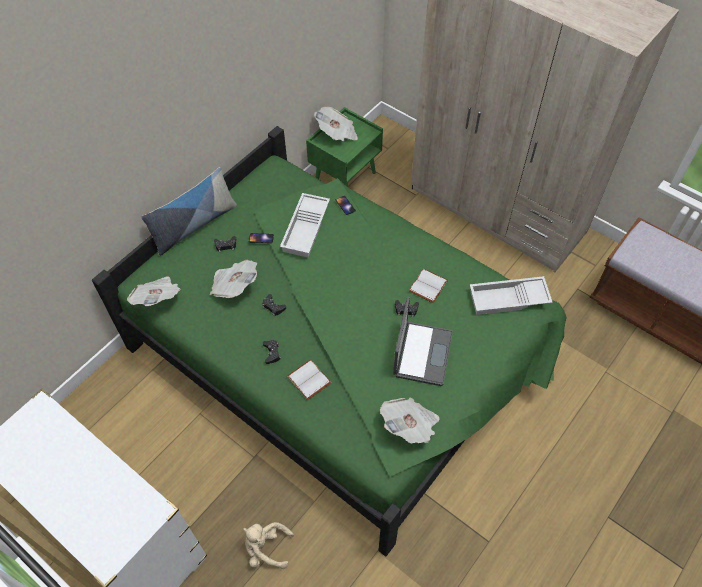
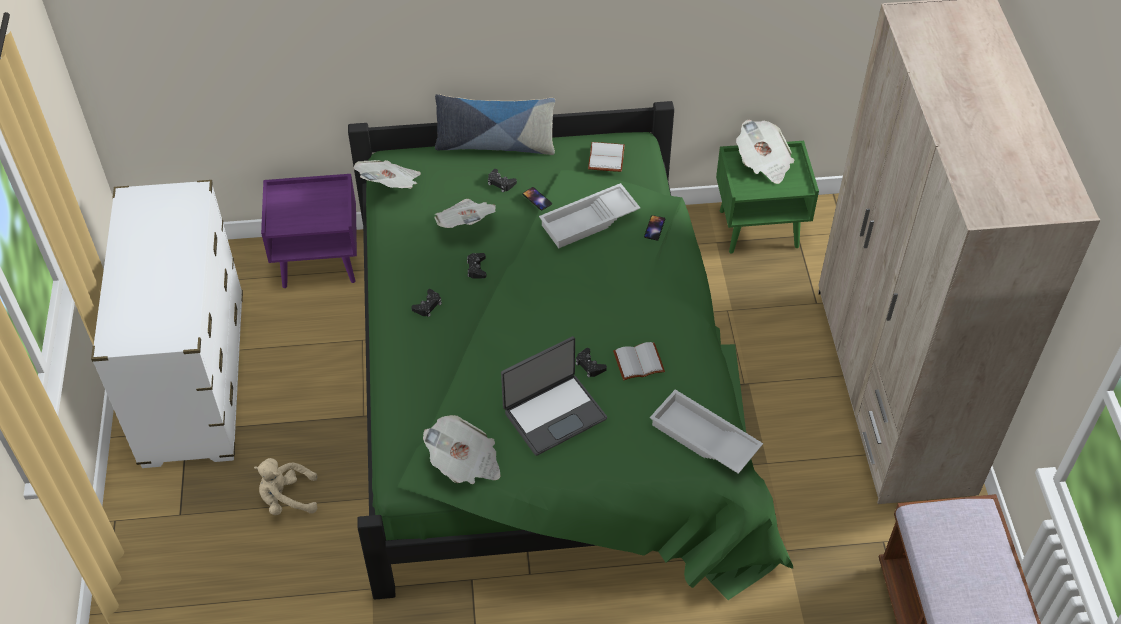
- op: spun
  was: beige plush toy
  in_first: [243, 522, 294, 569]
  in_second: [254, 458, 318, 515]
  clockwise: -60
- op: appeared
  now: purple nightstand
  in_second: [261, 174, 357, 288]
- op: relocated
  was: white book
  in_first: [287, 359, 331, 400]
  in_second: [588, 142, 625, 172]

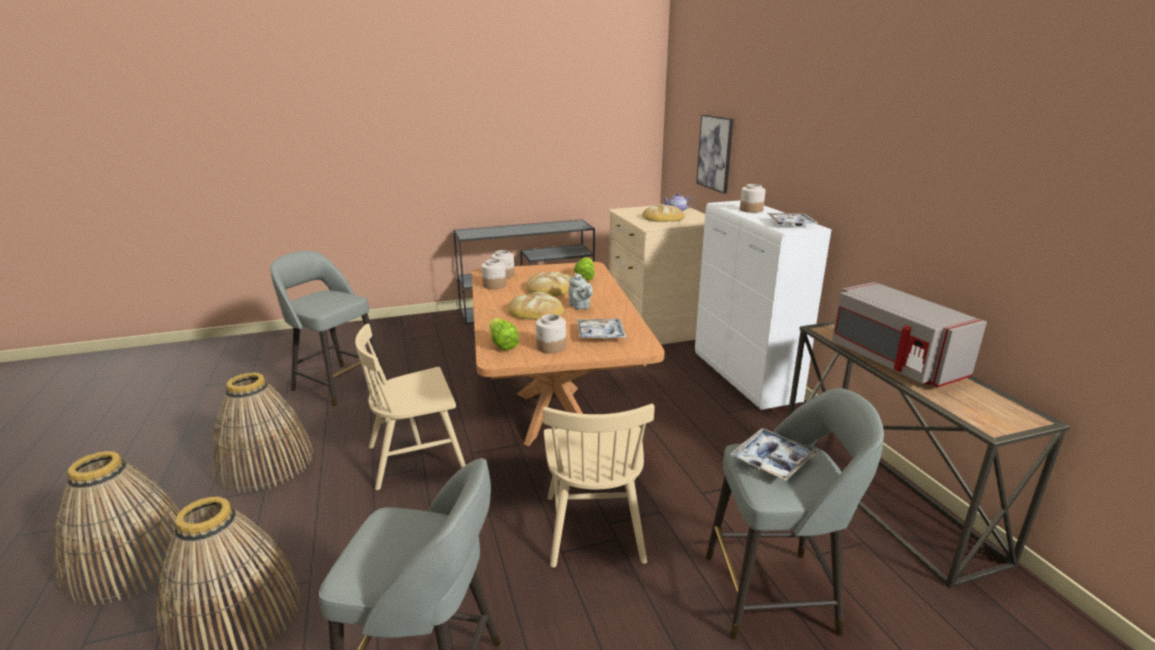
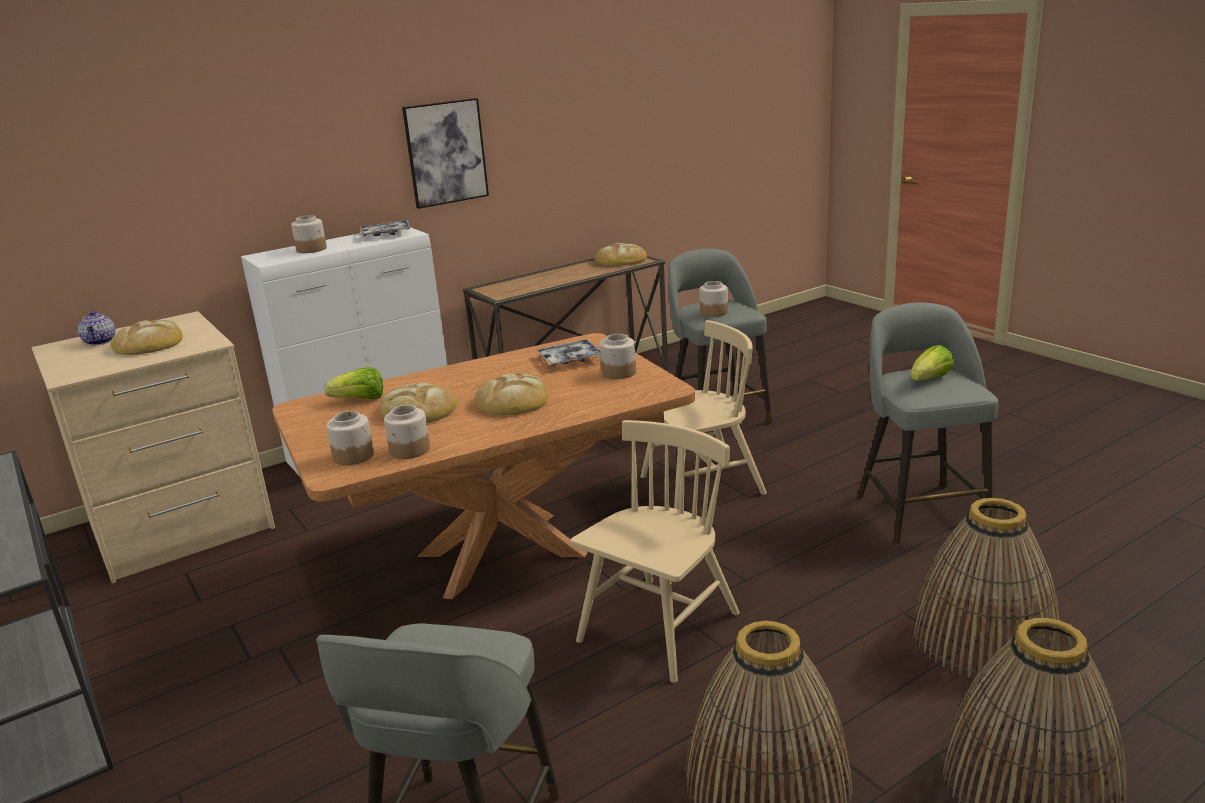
- op: relocated
  was: picture
  in_first: [696, 115, 734, 194]
  in_second: [402, 98, 489, 209]
- op: spun
  was: beige chair
  in_first: [355, 324, 466, 490]
  in_second: [570, 420, 739, 683]
  clockwise: -105
- op: appeared
  now: bread
  in_second: [594, 243, 647, 266]
- op: exchanged
  was: tray
  now: jar
  in_first: [730, 428, 818, 480]
  in_second: [700, 281, 728, 317]
- op: relocated
  was: lettuce
  in_first: [489, 318, 519, 350]
  in_second: [910, 345, 954, 381]
- op: missing
  was: grey teapot
  in_first: [568, 273, 593, 309]
- op: missing
  was: grey microwave
  in_first: [832, 282, 987, 387]

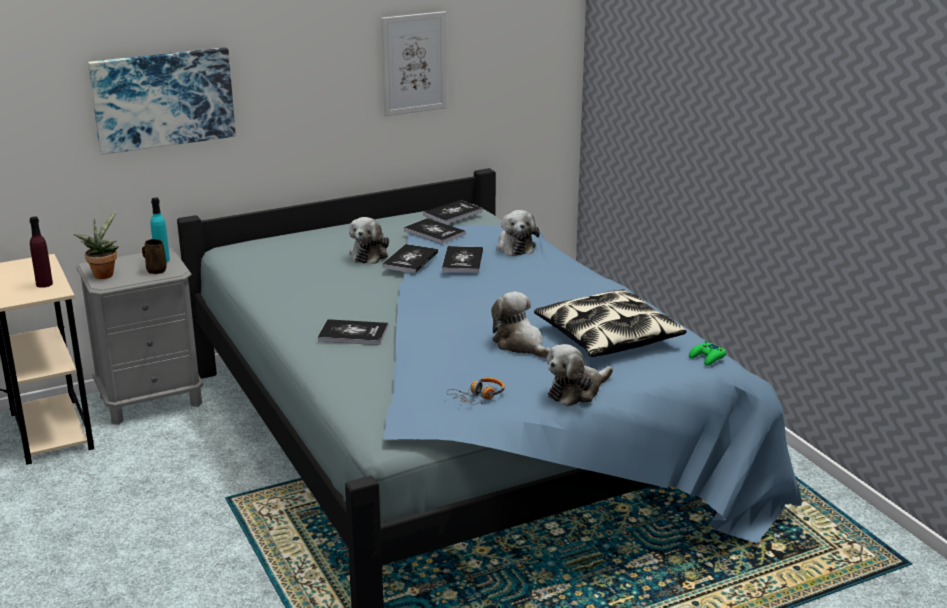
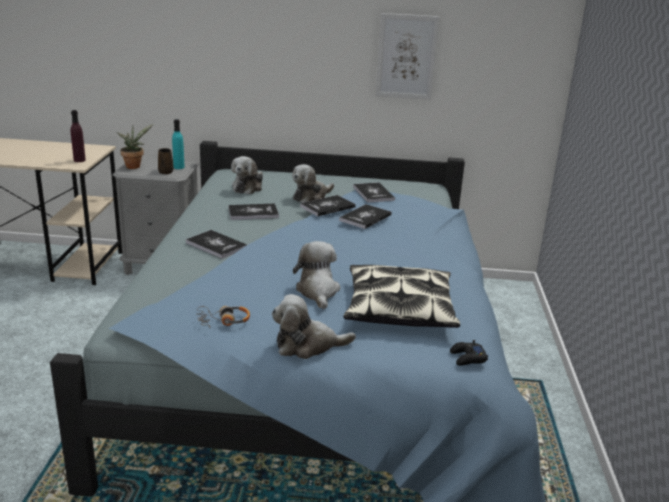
- op: relocated
  was: book
  in_first: [423, 200, 483, 224]
  in_second: [228, 204, 279, 220]
- op: relocated
  was: plush toy
  in_first: [496, 210, 540, 256]
  in_second: [231, 156, 263, 194]
- op: colour
  was: green game controller
  now: black game controller
  in_first: [689, 340, 726, 366]
  in_second: [450, 340, 488, 366]
- op: missing
  was: picture
  in_first: [88, 47, 236, 154]

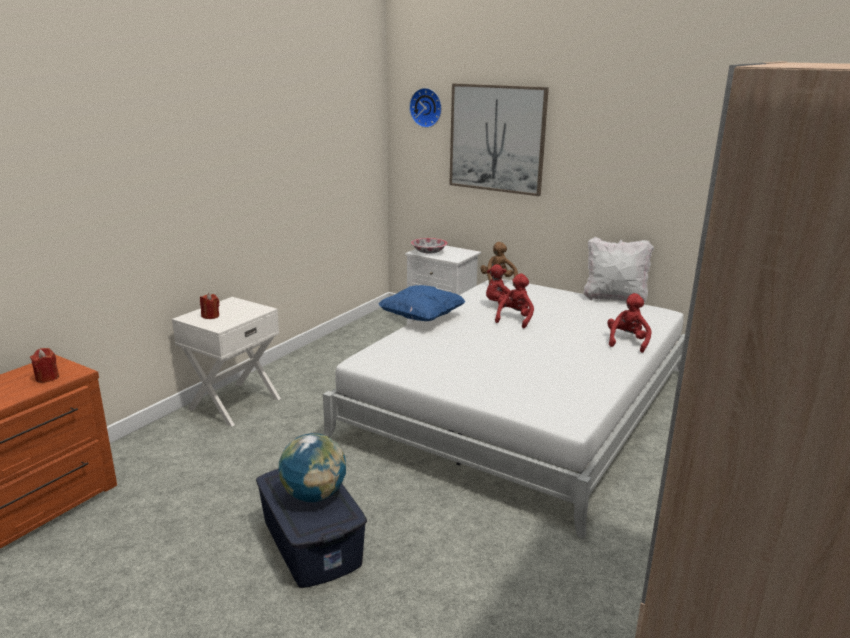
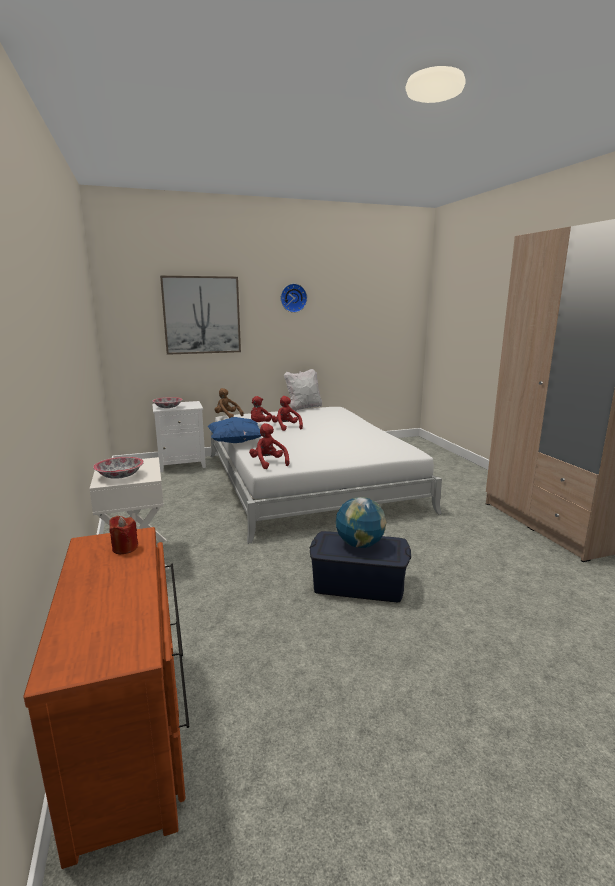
- op: exchanged
  was: red candle
  now: bowl
  in_first: [200, 293, 219, 319]
  in_second: [93, 457, 144, 479]
- op: relocated
  was: red plush toy
  in_first: [607, 293, 651, 353]
  in_second: [249, 423, 289, 469]
- op: relocated
  was: wall clock
  in_first: [409, 88, 442, 128]
  in_second: [281, 283, 307, 313]

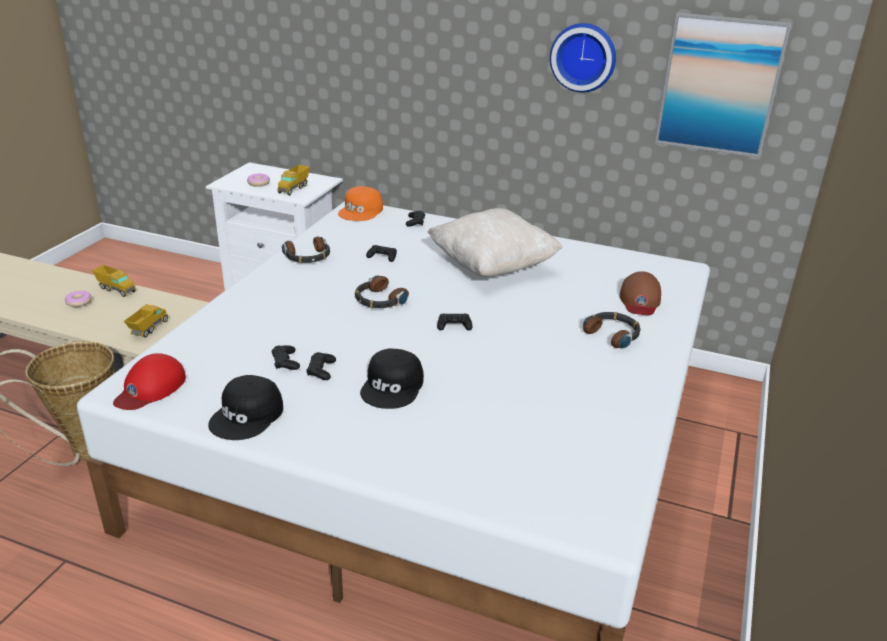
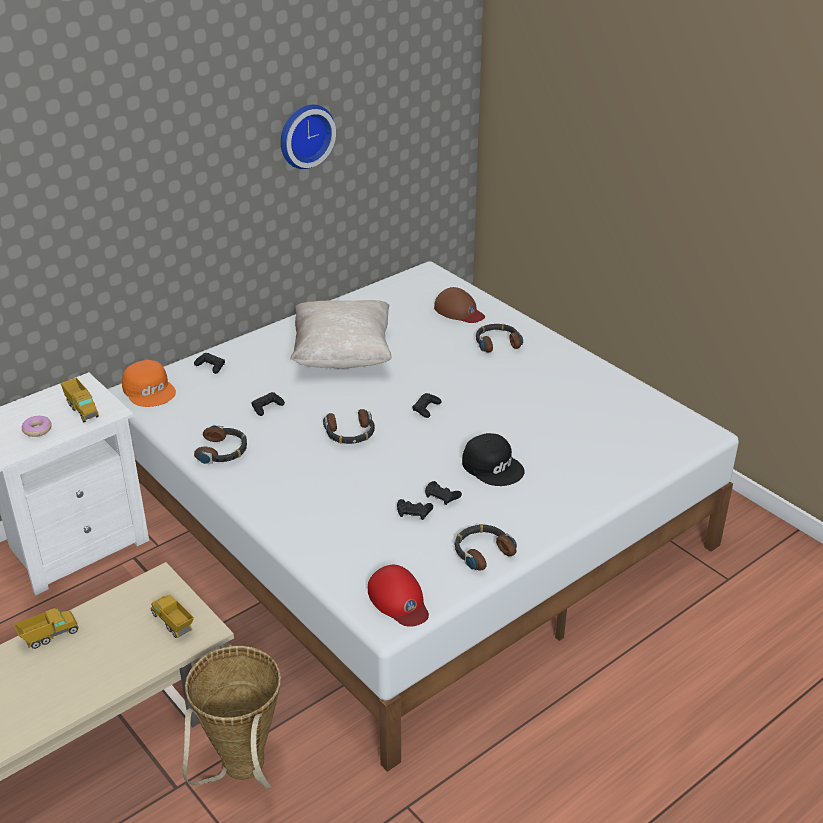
- op: exchanged
  was: black cap
  now: headphones
  in_first: [208, 375, 283, 440]
  in_second: [455, 524, 517, 571]
- op: missing
  was: donut
  in_first: [65, 291, 92, 307]
- op: missing
  was: picture
  in_first: [655, 13, 791, 158]

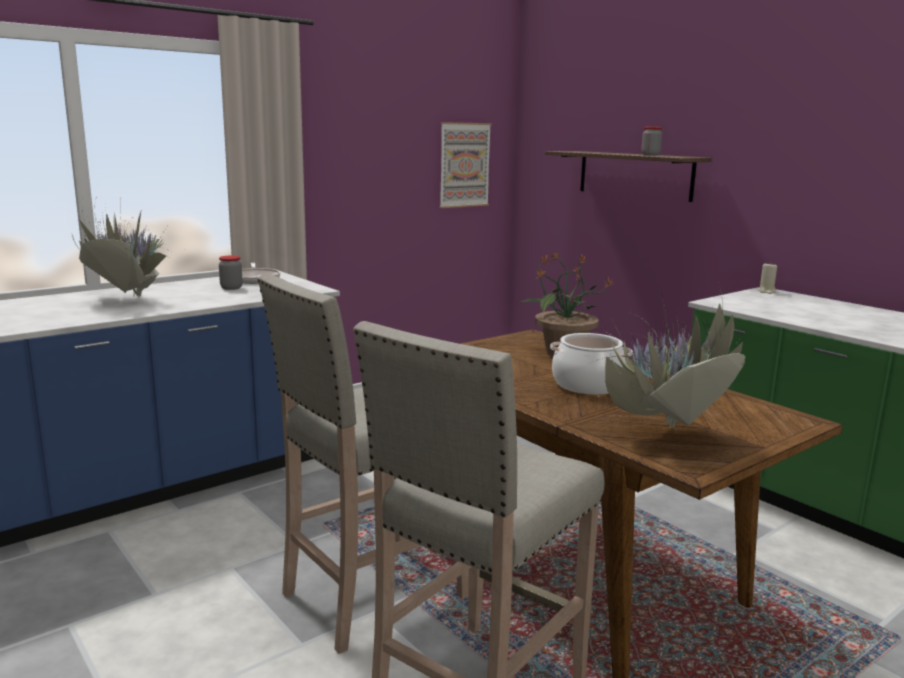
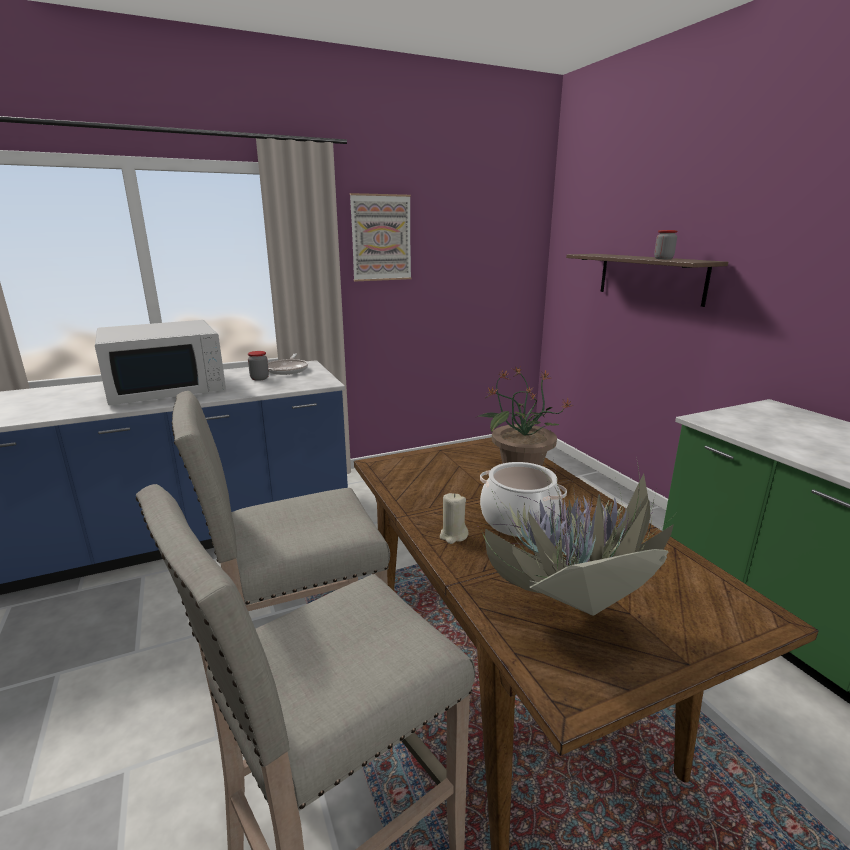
- op: exchanged
  was: potted plant
  now: white microwave
  in_first: [72, 196, 173, 298]
  in_second: [95, 320, 226, 405]
- op: relocated
  was: picture
  in_first: [439, 122, 492, 208]
  in_second: [350, 193, 411, 281]
- op: relocated
  was: beige candle
  in_first: [758, 263, 777, 294]
  in_second: [440, 493, 469, 544]

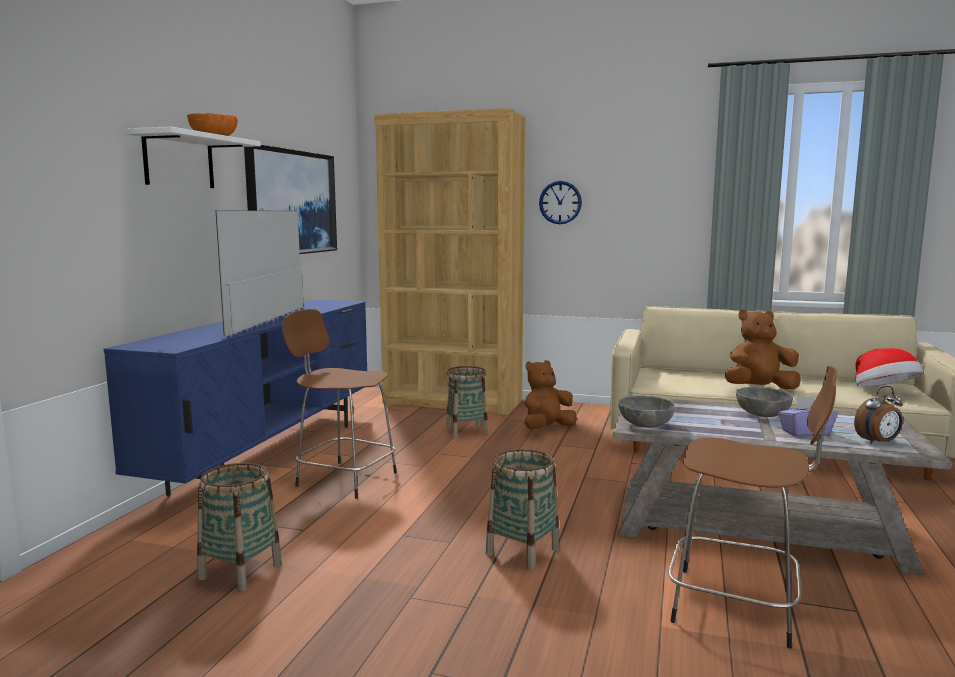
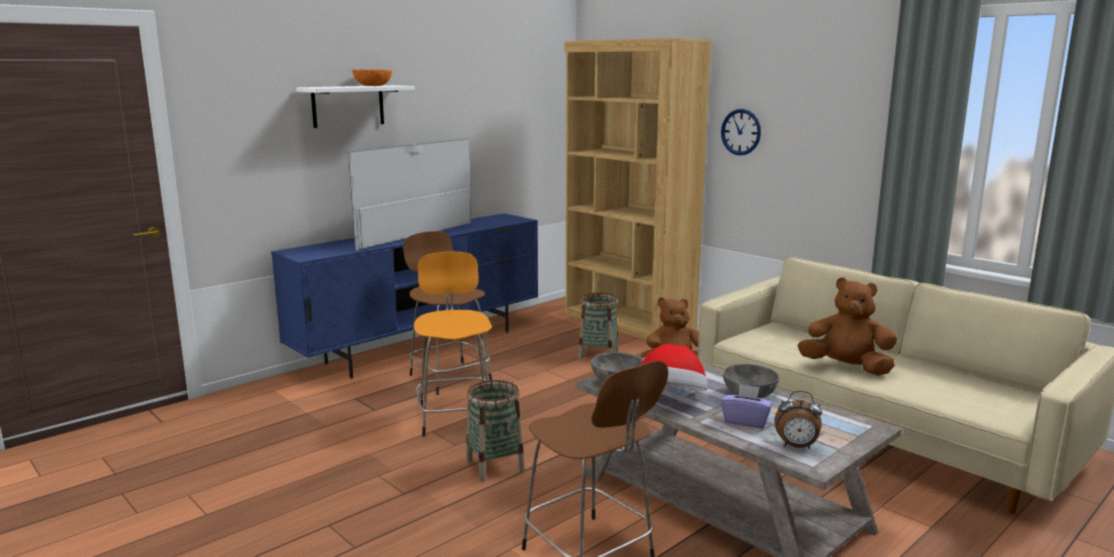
- op: appeared
  now: orange stool
  in_second: [414, 252, 492, 437]
- op: relocated
  was: hat
  in_first: [855, 348, 923, 386]
  in_second: [641, 344, 708, 391]
- op: missing
  was: basket
  in_first: [197, 463, 282, 591]
- op: missing
  was: picture
  in_first: [244, 145, 337, 254]

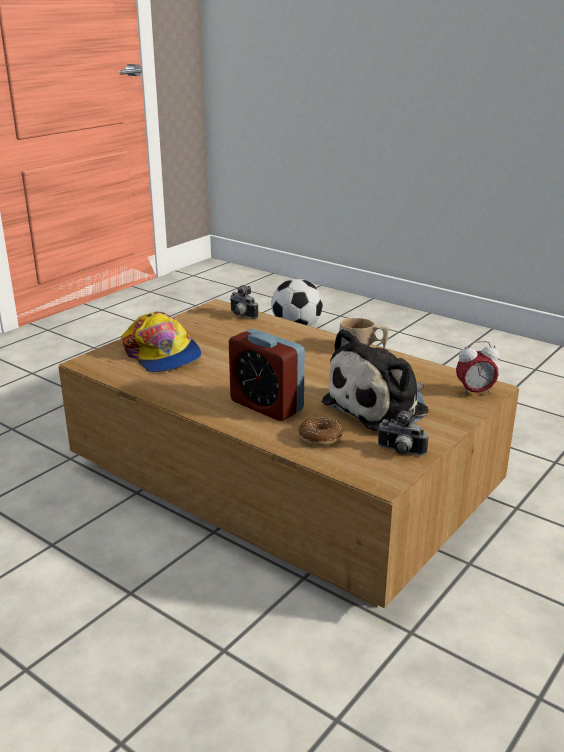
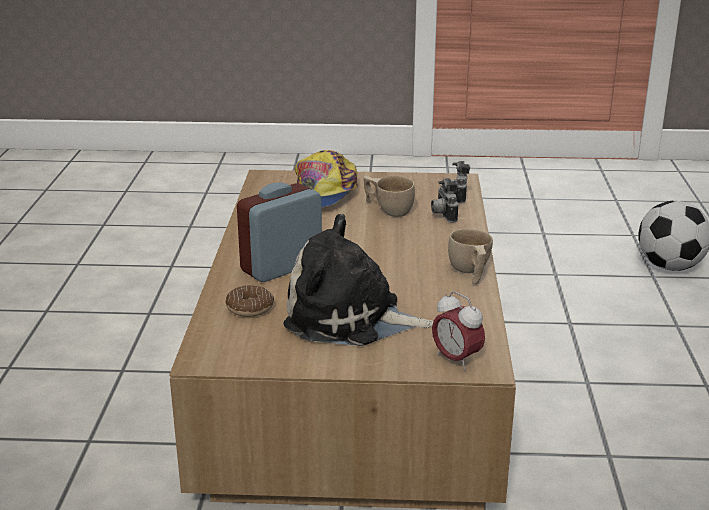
- op: spun
  was: alarm clock
  in_first: [229, 329, 305, 421]
  in_second: [237, 182, 322, 282]
  clockwise: 45
- op: appeared
  now: beige cup
  in_second: [364, 175, 415, 217]
- op: relocated
  was: photo camera
  in_first: [377, 410, 428, 455]
  in_second: [431, 178, 458, 223]

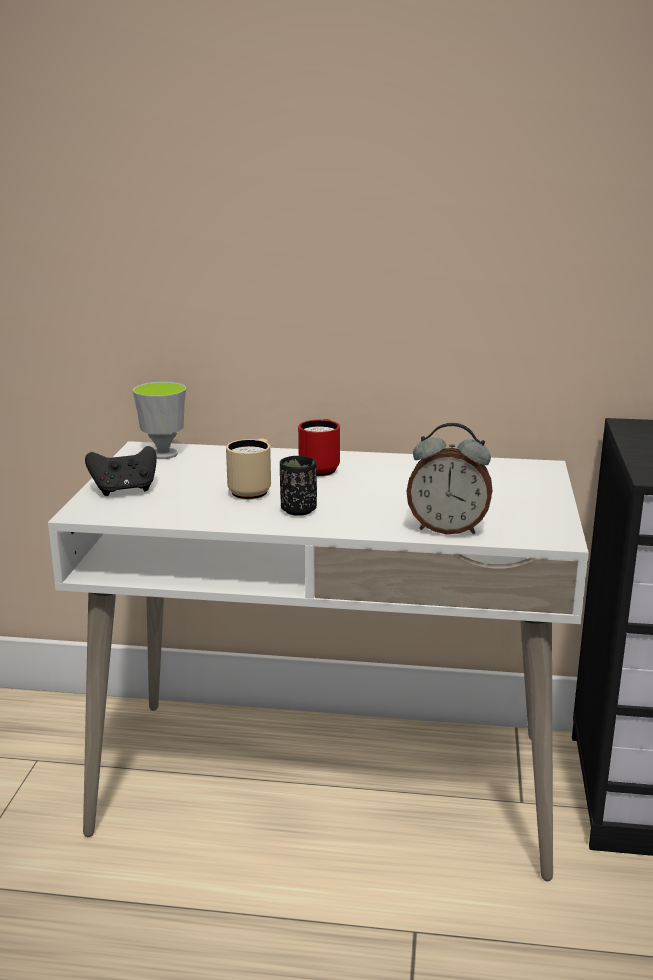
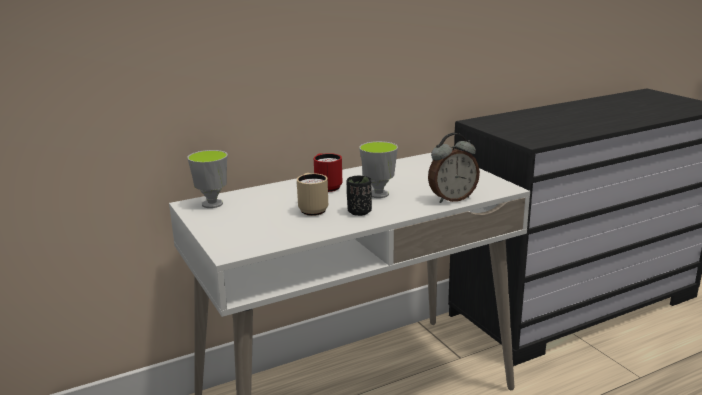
- op: appeared
  now: cup
  in_second: [359, 141, 398, 198]
- op: missing
  was: black game controller
  in_first: [85, 446, 157, 496]

